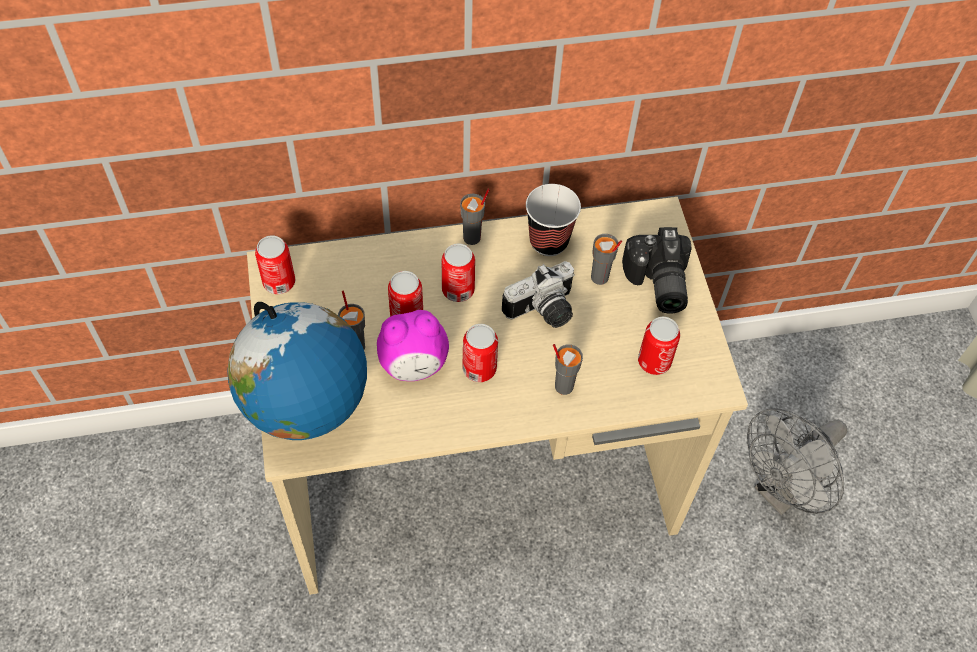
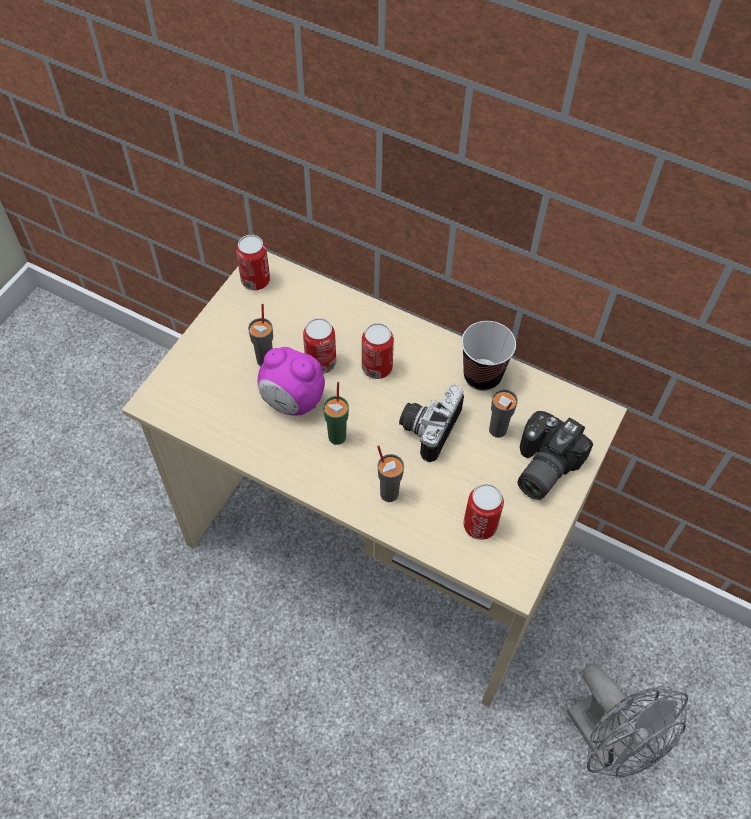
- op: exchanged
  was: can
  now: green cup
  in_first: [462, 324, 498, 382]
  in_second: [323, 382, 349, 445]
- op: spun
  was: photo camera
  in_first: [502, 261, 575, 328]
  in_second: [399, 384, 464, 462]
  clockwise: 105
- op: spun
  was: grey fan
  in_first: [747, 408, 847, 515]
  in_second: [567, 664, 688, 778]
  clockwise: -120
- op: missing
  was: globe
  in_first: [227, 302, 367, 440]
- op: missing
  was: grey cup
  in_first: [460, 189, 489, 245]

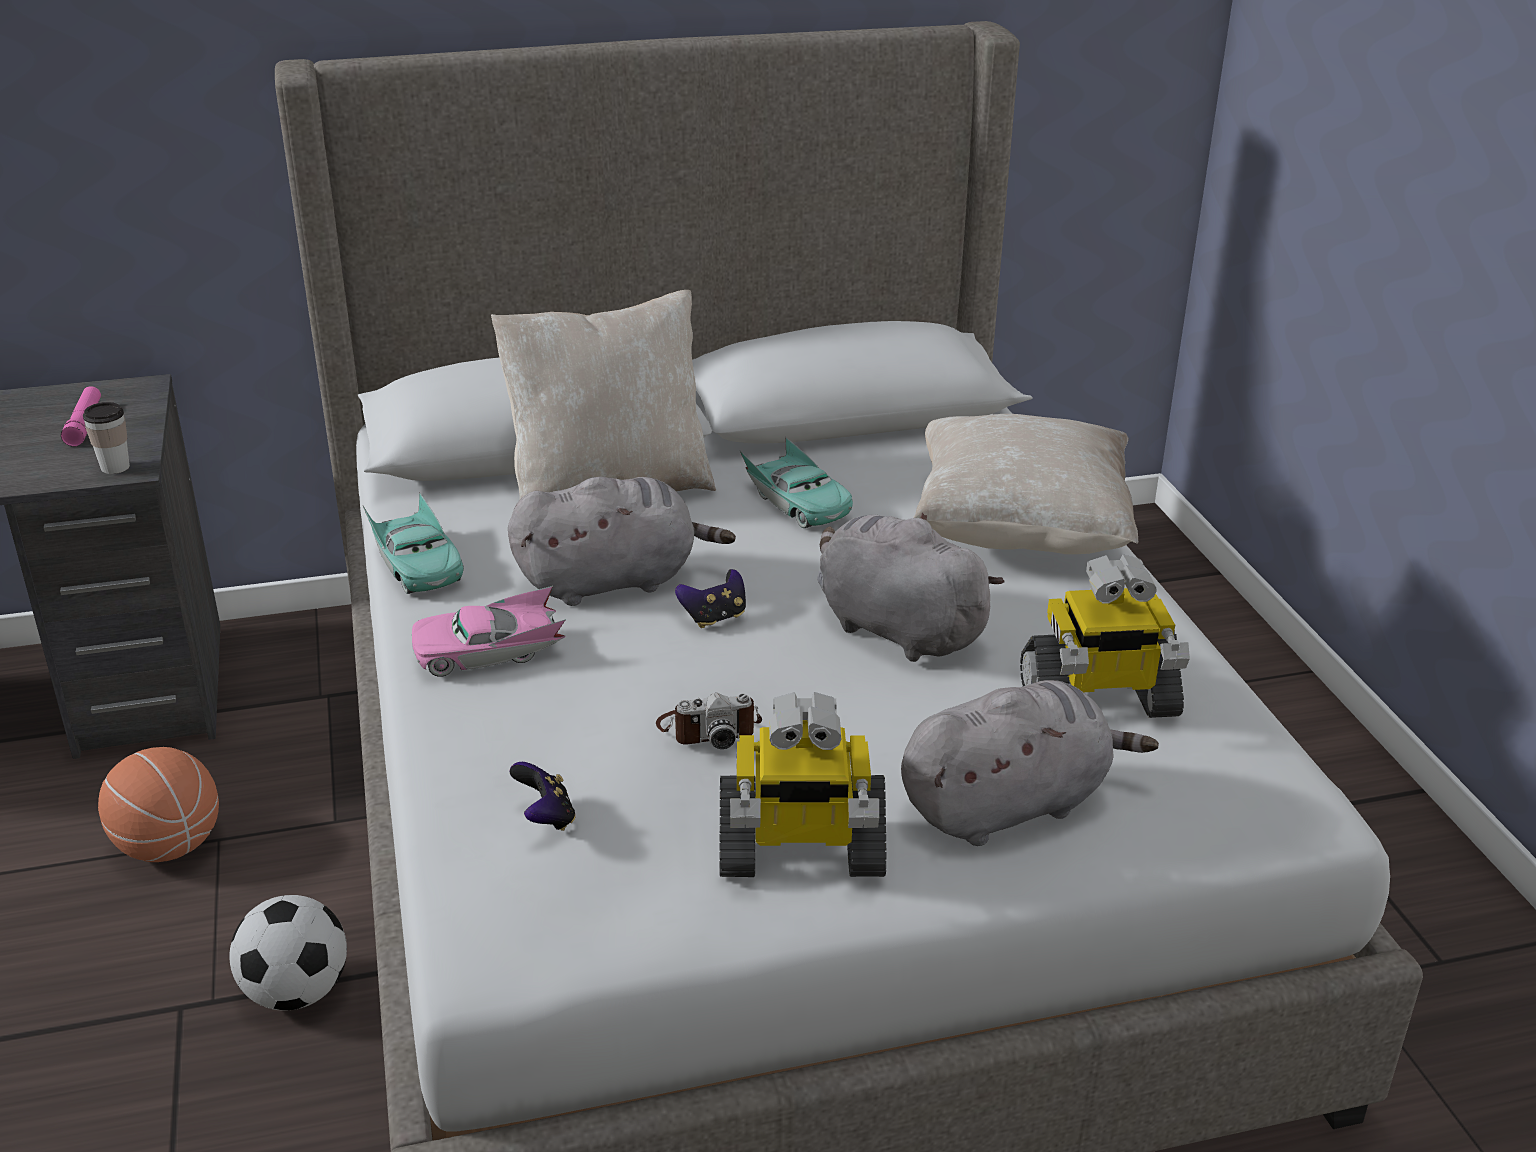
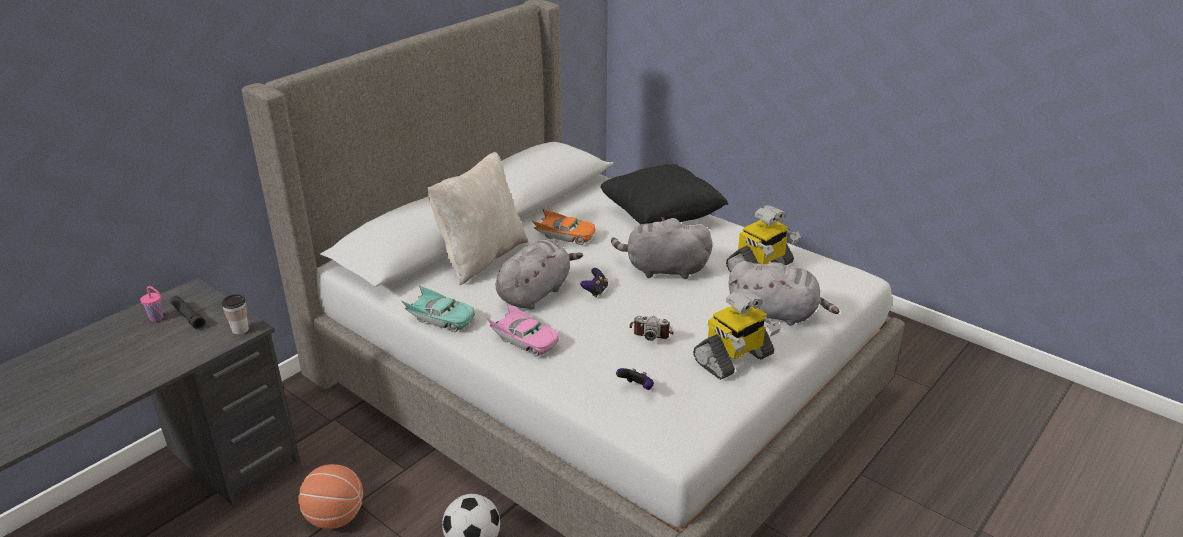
- op: appeared
  now: pink cup
  in_second: [140, 286, 164, 322]
- op: colour
  was: pink flashlight
  now: black flashlight
  in_first: [61, 386, 101, 447]
  in_second: [170, 296, 205, 329]
- op: spun
  was: pink toy car
  in_first: [412, 586, 566, 677]
  in_second: [486, 303, 559, 357]
  clockwise: -90
- op: colour
  was: turquoise toy car
  now: orange toy car
  in_first: [740, 437, 853, 528]
  in_second: [532, 209, 596, 245]
- op: colour
  was: beige pillow
  now: black pillow
  in_first: [913, 414, 1138, 554]
  in_second: [600, 164, 728, 224]
- op: spun
  was: photo camera
  in_first: [656, 693, 762, 749]
  in_second: [630, 316, 673, 341]
  clockwise: 60
- op: spun
  was: grey plush toy
  in_first: [901, 680, 1159, 846]
  in_second: [729, 261, 840, 326]
  clockwise: 75

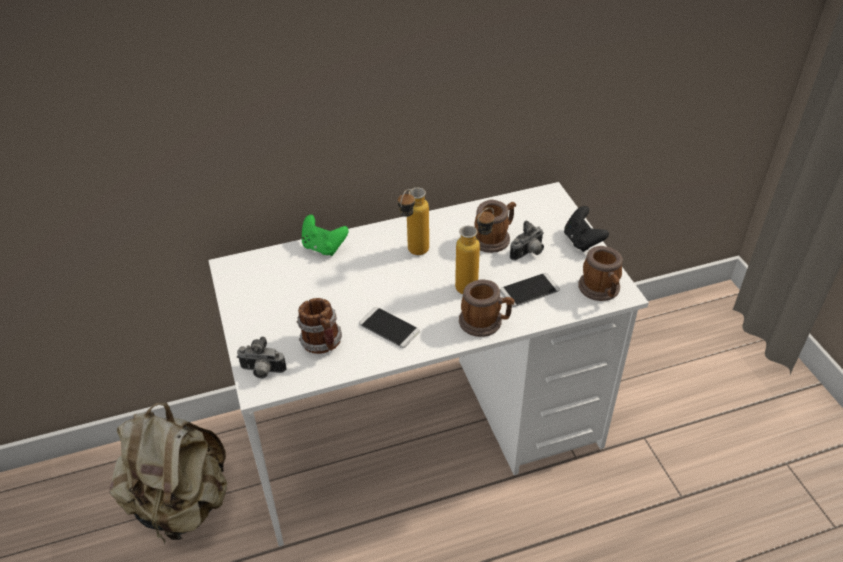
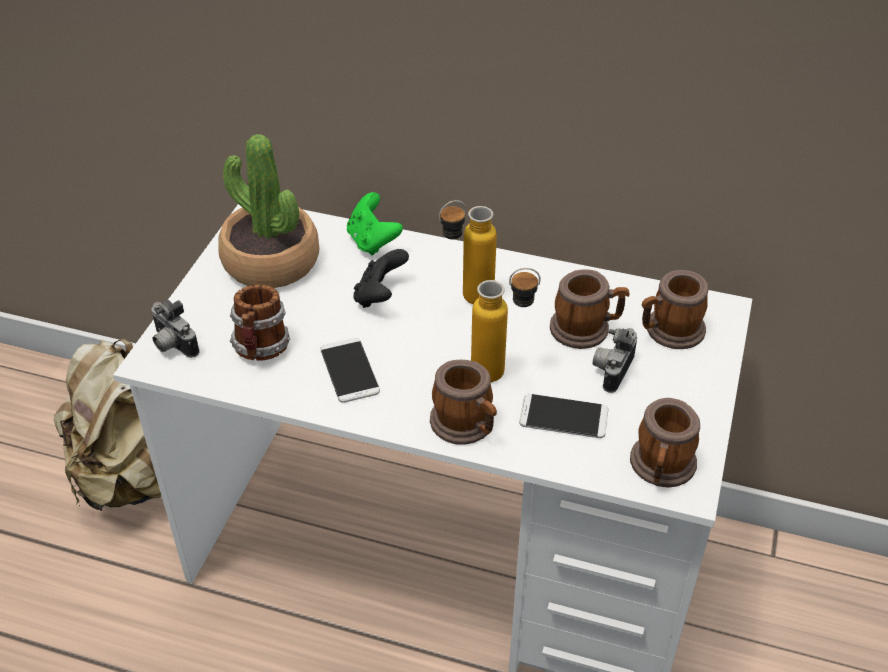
- op: appeared
  now: potted plant
  in_second: [218, 134, 319, 288]
- op: relocated
  was: black game controller
  in_first: [564, 206, 609, 252]
  in_second: [353, 249, 409, 308]
- op: spun
  was: photo camera
  in_first: [510, 220, 544, 260]
  in_second: [593, 328, 637, 393]
  clockwise: 120
- op: appeared
  now: mug
  in_second: [642, 270, 709, 349]

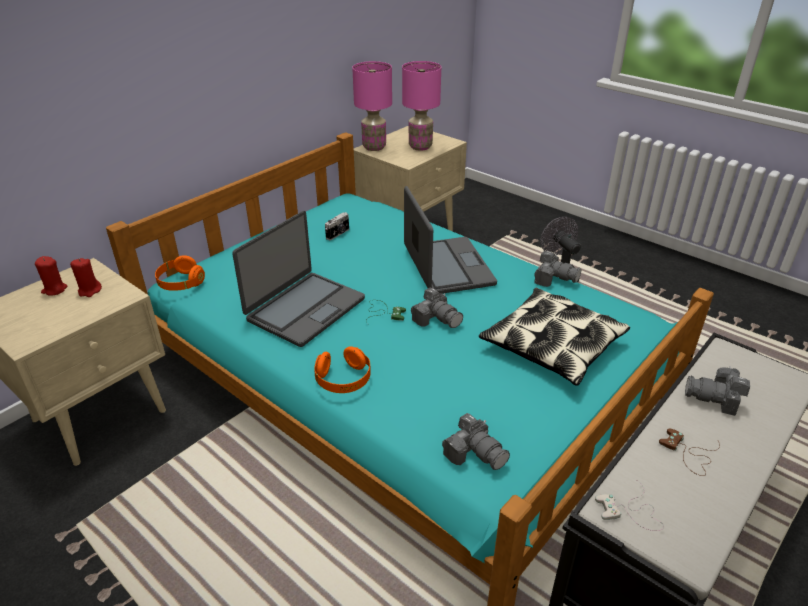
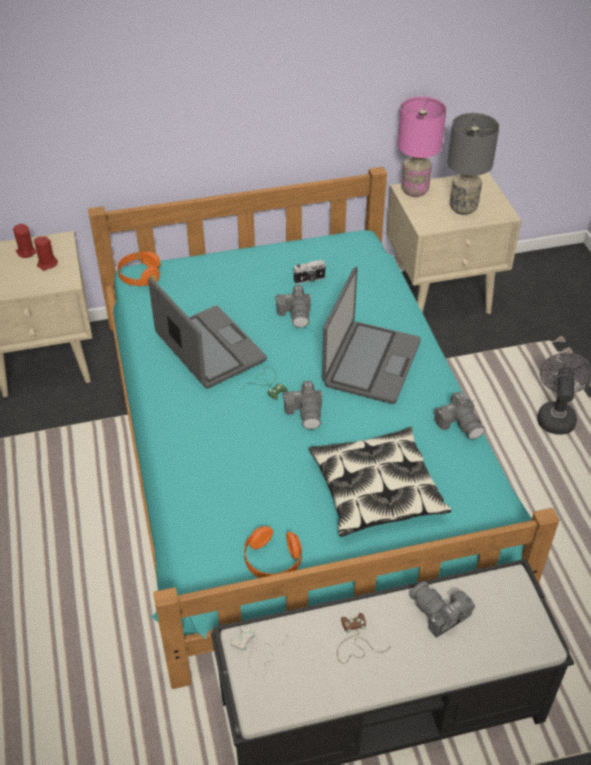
- op: spun
  was: laptop
  in_first: [232, 211, 365, 347]
  in_second: [148, 277, 267, 388]
  clockwise: -105
- op: relocated
  was: orange headphones
  in_first: [314, 346, 371, 393]
  in_second: [244, 526, 302, 578]
- op: relocated
  was: photo camera
  in_first: [442, 413, 510, 470]
  in_second: [276, 285, 312, 328]
- op: colour
  was: pink table lamp
  now: grey table lamp
  in_first: [402, 61, 441, 151]
  in_second: [447, 113, 499, 215]

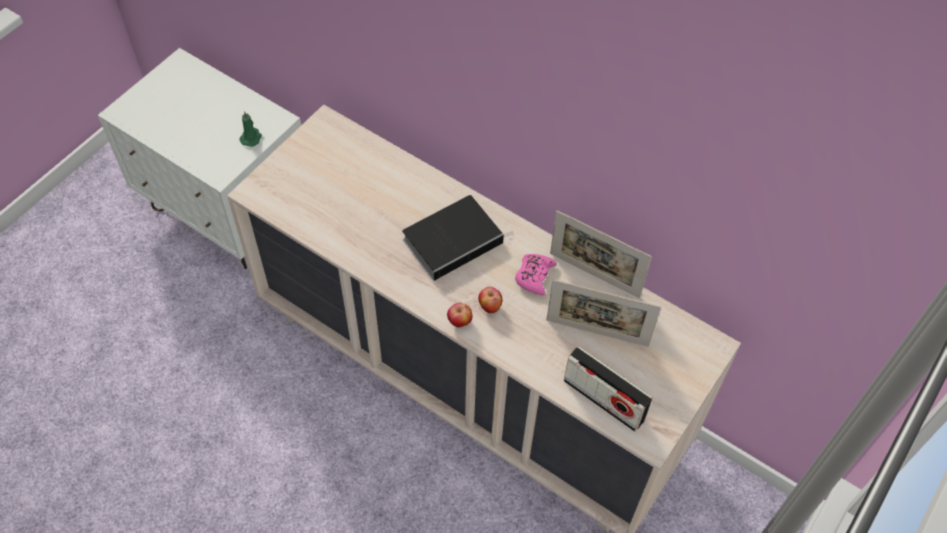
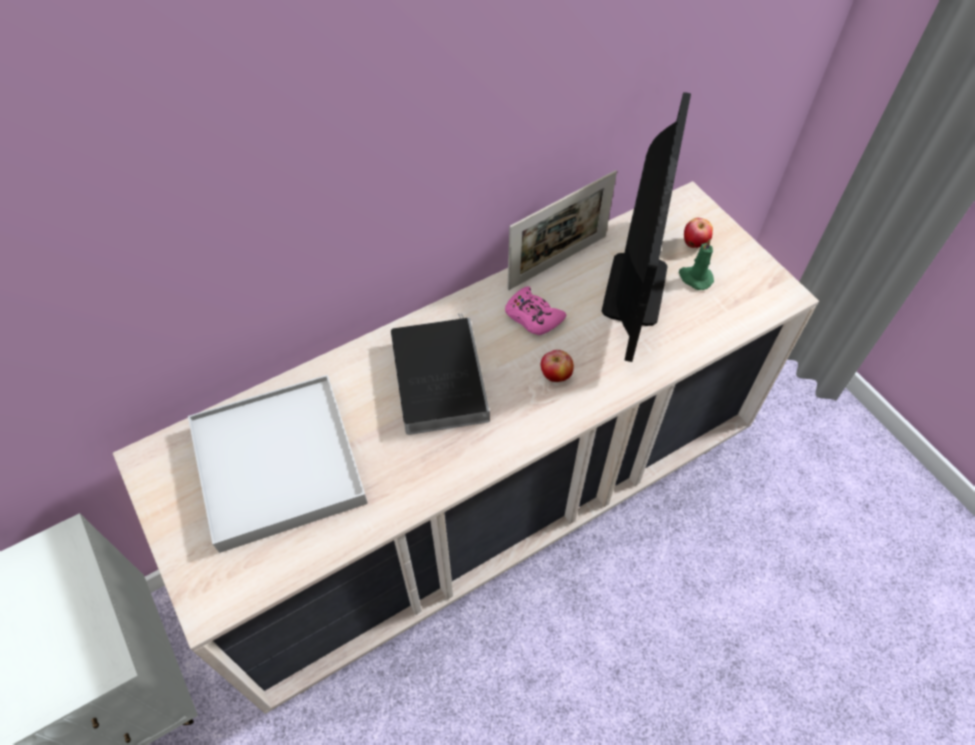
- op: appeared
  now: white tray
  in_second: [188, 375, 368, 553]
- op: exchanged
  was: picture frame
  now: monitor
  in_first: [547, 279, 661, 347]
  in_second: [602, 92, 691, 362]
- op: relocated
  was: green candle
  in_first: [240, 111, 262, 147]
  in_second: [679, 239, 714, 290]
- op: relocated
  was: apple
  in_first: [447, 303, 472, 327]
  in_second: [684, 218, 713, 248]
- op: missing
  was: radio
  in_first: [564, 346, 653, 432]

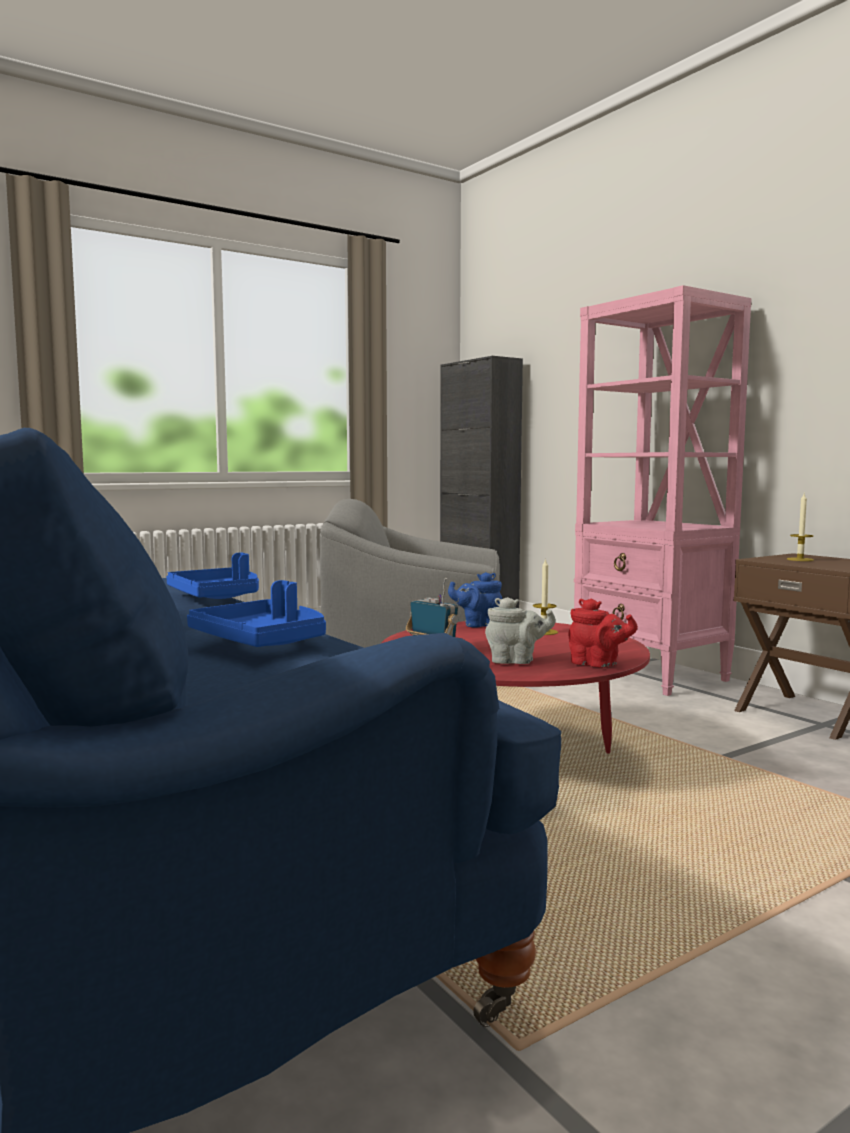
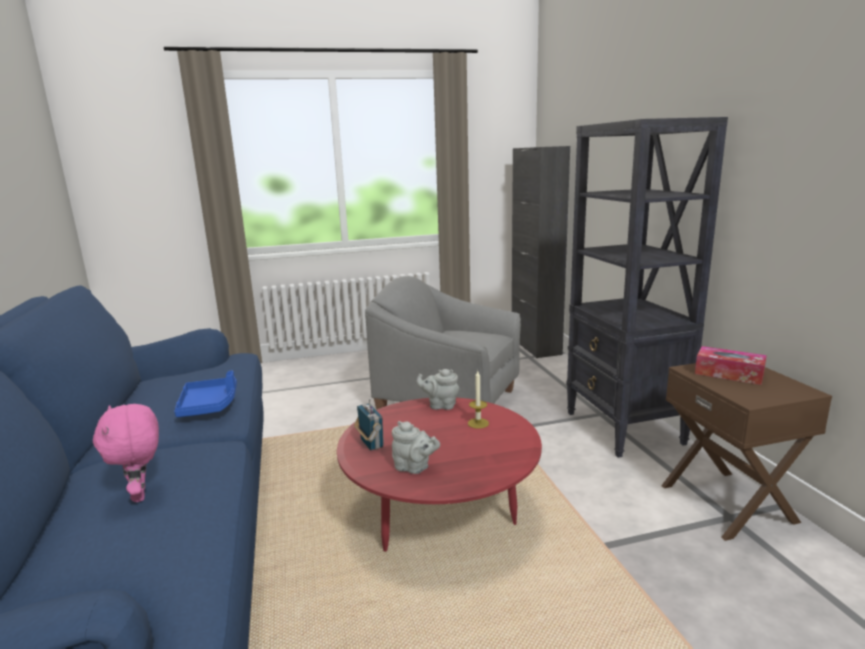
- op: exchanged
  was: blue tray
  now: pink plush toy
  in_first: [187, 580, 326, 647]
  in_second: [93, 404, 159, 502]
- op: colour
  was: blue teapot
  now: grey teapot
  in_first: [448, 572, 502, 628]
  in_second: [416, 369, 459, 410]
- op: colour
  was: pink bookcase
  now: black bookcase
  in_first: [574, 285, 752, 696]
  in_second: [566, 117, 728, 458]
- op: exchanged
  was: candle
  now: tissue box
  in_first: [787, 494, 814, 561]
  in_second: [695, 346, 767, 385]
- op: missing
  was: red teapot
  in_first: [568, 599, 638, 668]

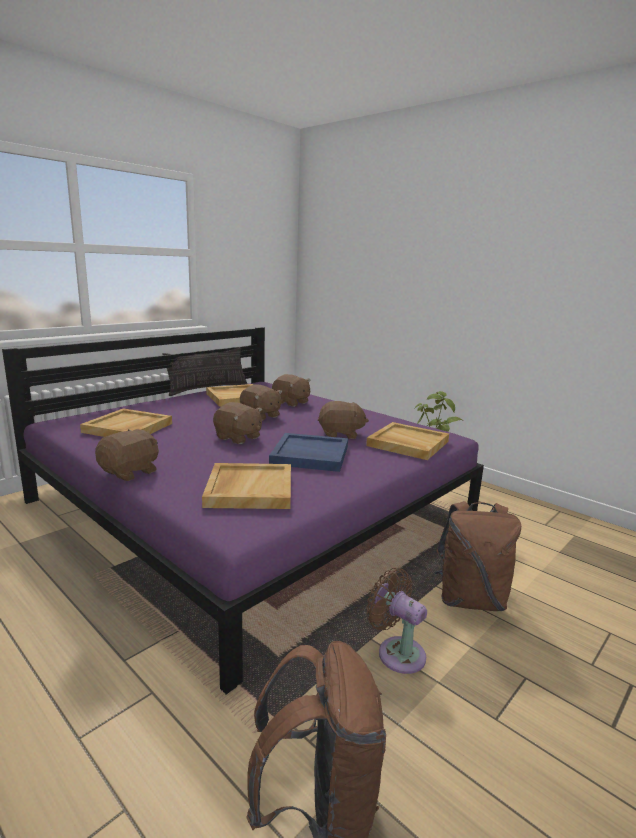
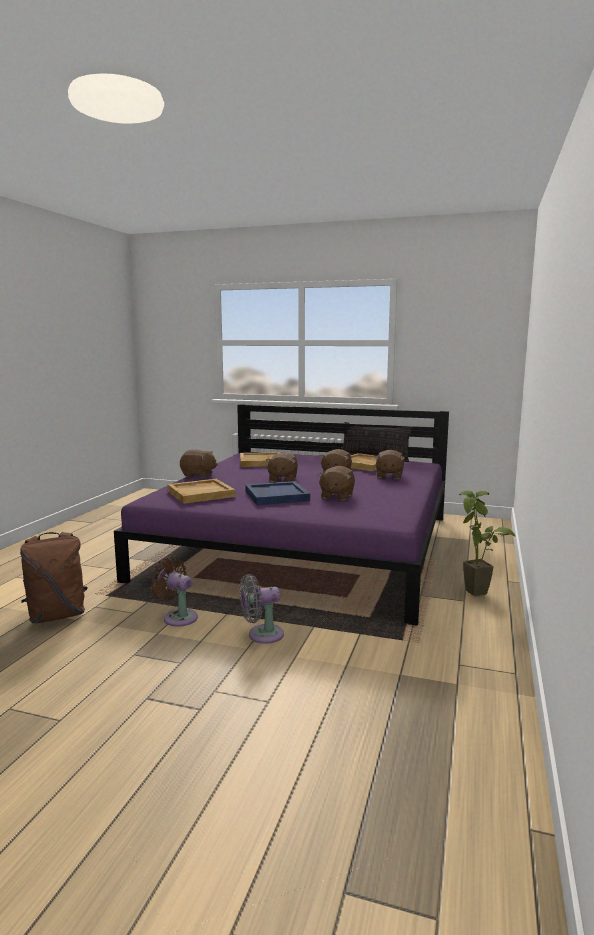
- op: spun
  was: brown fan
  in_first: [366, 568, 427, 674]
  in_second: [150, 557, 198, 627]
  clockwise: -75
- op: exchanged
  was: brown backpack
  now: grey fan
  in_first: [435, 501, 521, 611]
  in_second: [239, 574, 284, 644]
- op: spun
  was: brown plush toy
  in_first: [318, 401, 369, 439]
  in_second: [318, 466, 355, 501]
  clockwise: 45
- op: missing
  was: beige tray
  in_first: [366, 422, 449, 460]

